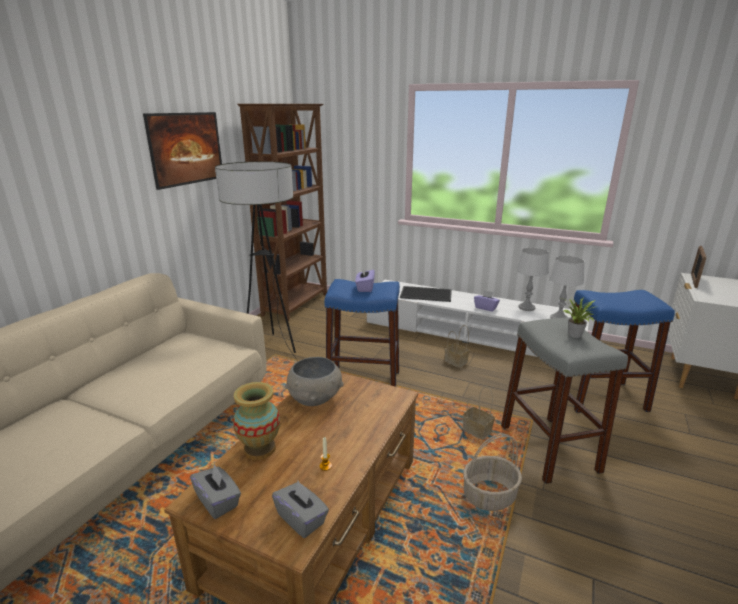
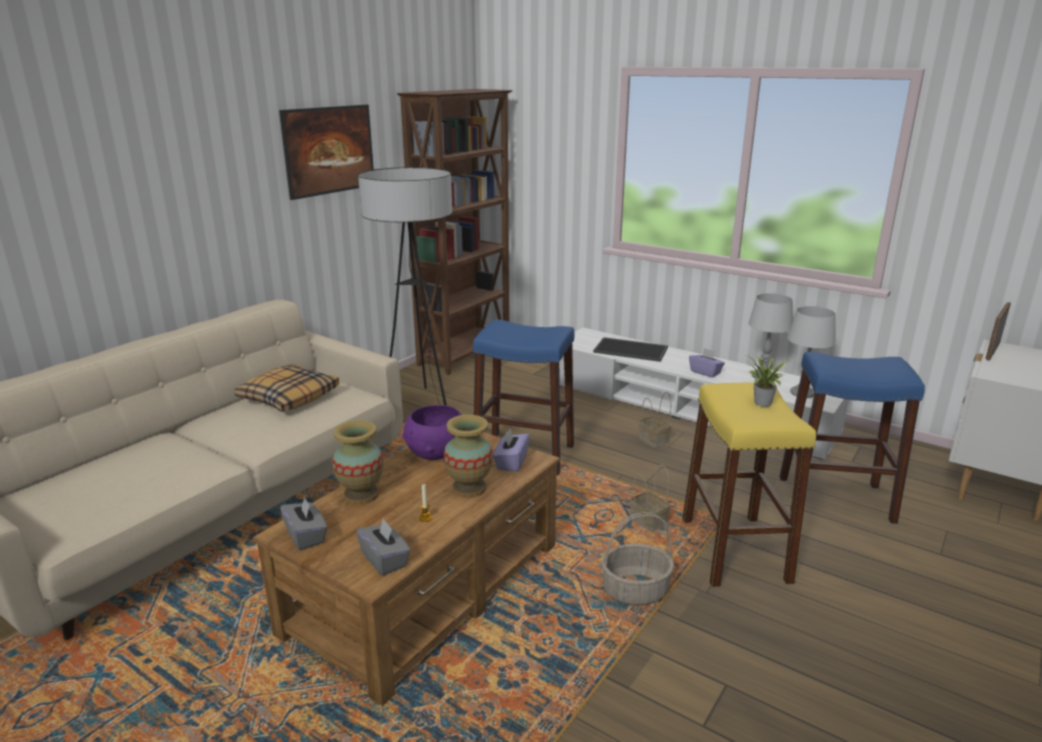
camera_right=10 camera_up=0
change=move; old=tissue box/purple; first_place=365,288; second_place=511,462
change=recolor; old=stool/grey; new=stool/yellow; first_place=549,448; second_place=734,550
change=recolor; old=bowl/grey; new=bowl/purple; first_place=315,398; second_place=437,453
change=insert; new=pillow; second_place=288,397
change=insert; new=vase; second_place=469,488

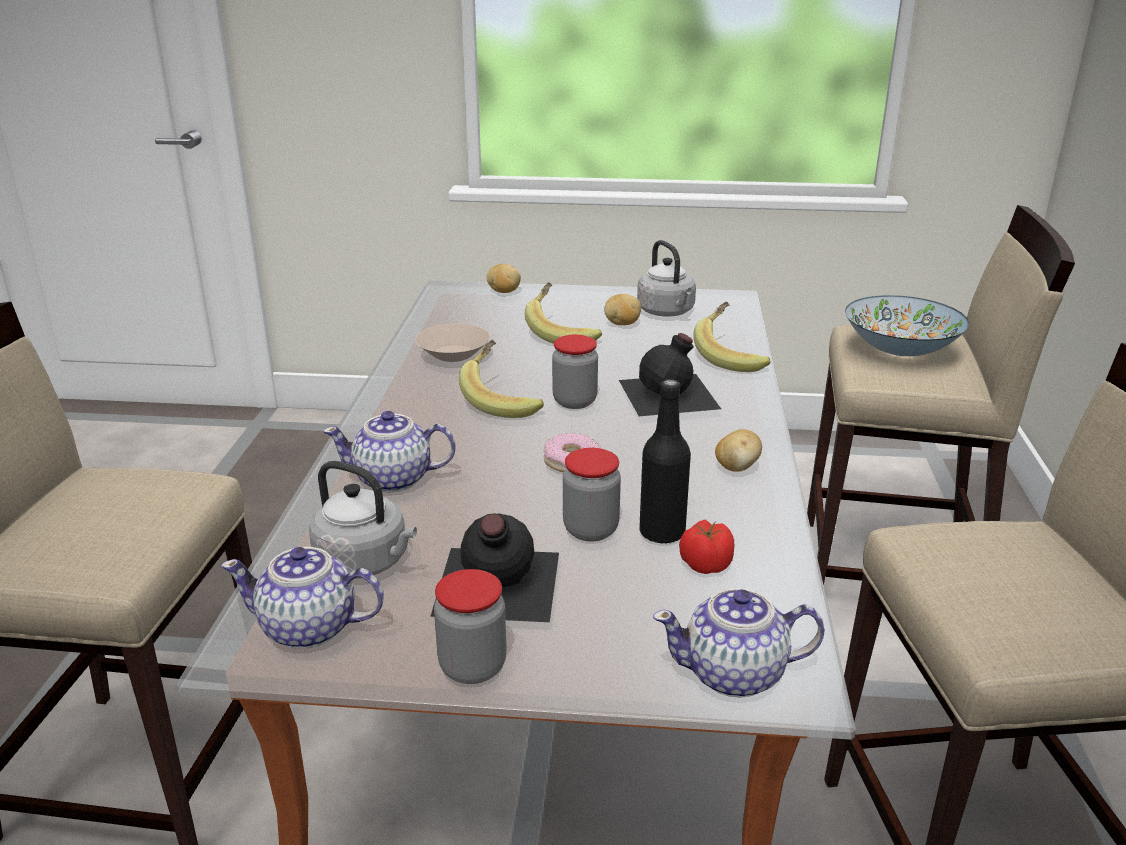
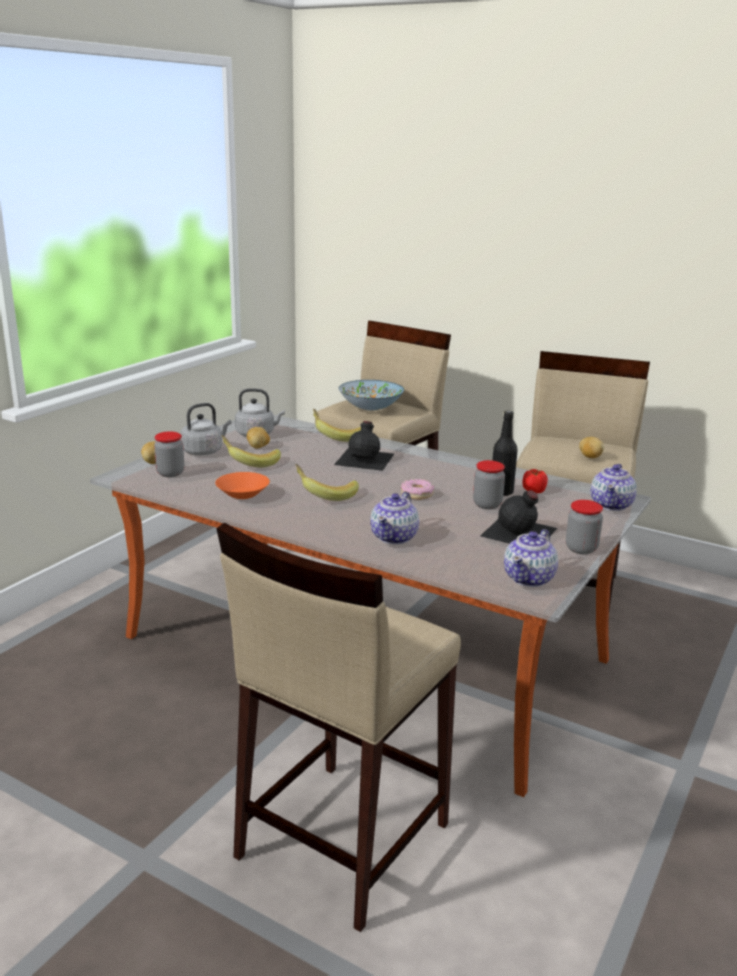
camera_right=-65 camera_up=-5
change=recolor; old=bowl/beige; new=bowl/orange; first_place=453,356; second_place=243,495
change=move; old=jar; first_place=574,401; second_place=170,473
change=move; old=potato; first_place=737,467; second_place=589,457
change=move; old=kettle/grey; first_place=366,563; second_place=204,451

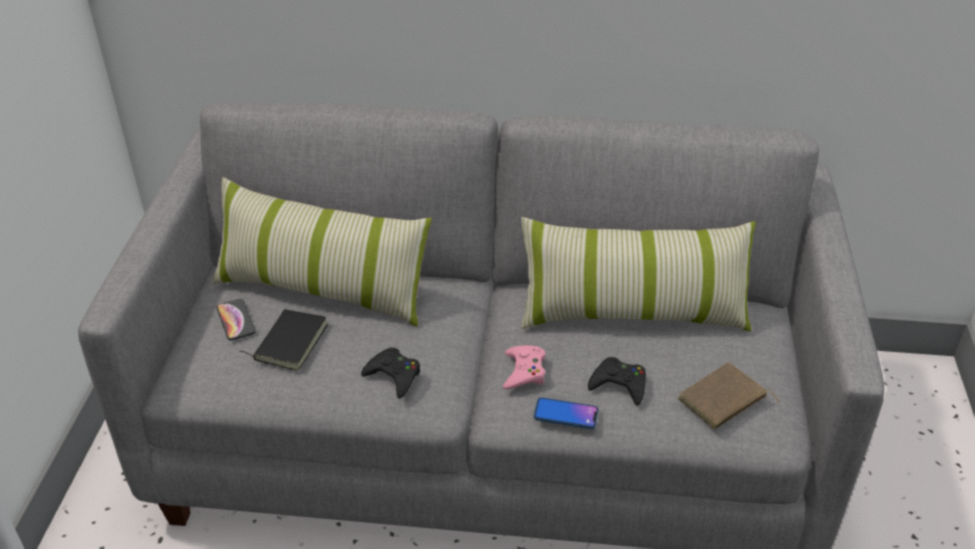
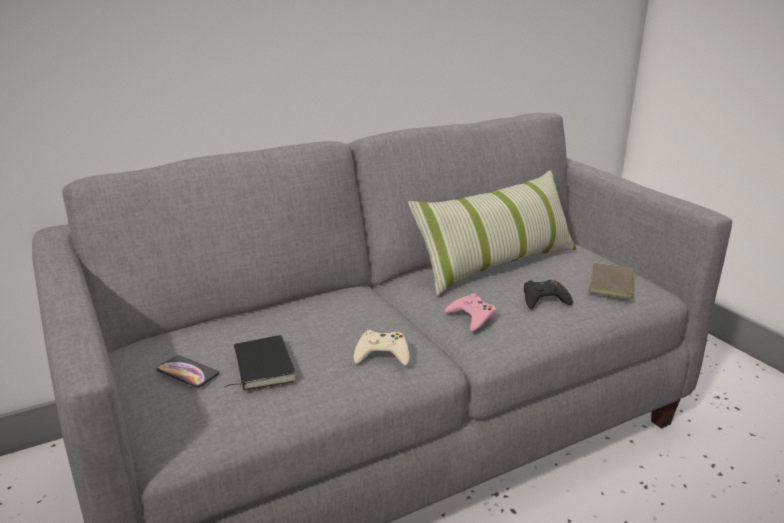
camera_right=-35 camera_up=-15
change=delete; old=pillow; first_place=322,289
change=recolor; old=game controller/black; new=game controller/beige; first_place=394,376; second_place=382,354
change=delete; old=phone; first_place=566,414

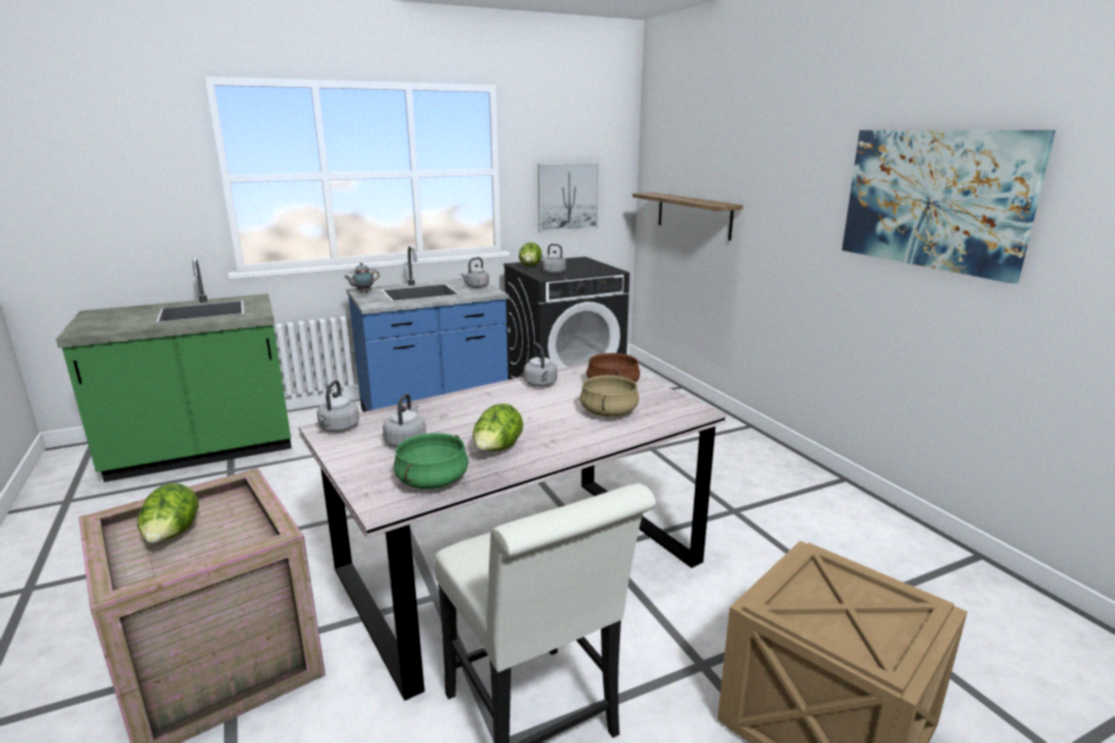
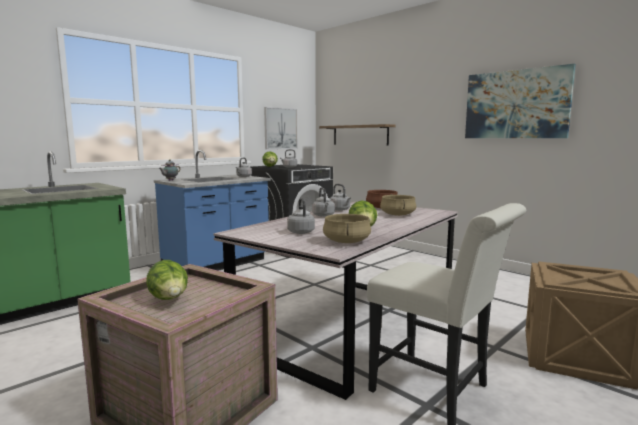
camera_right=-20 camera_up=-10
change=move; old=kettle/grey; first_place=338,428; second_place=323,215
change=recolor; old=cooking pot/green; new=cooking pot/beige; first_place=433,481; second_place=347,242

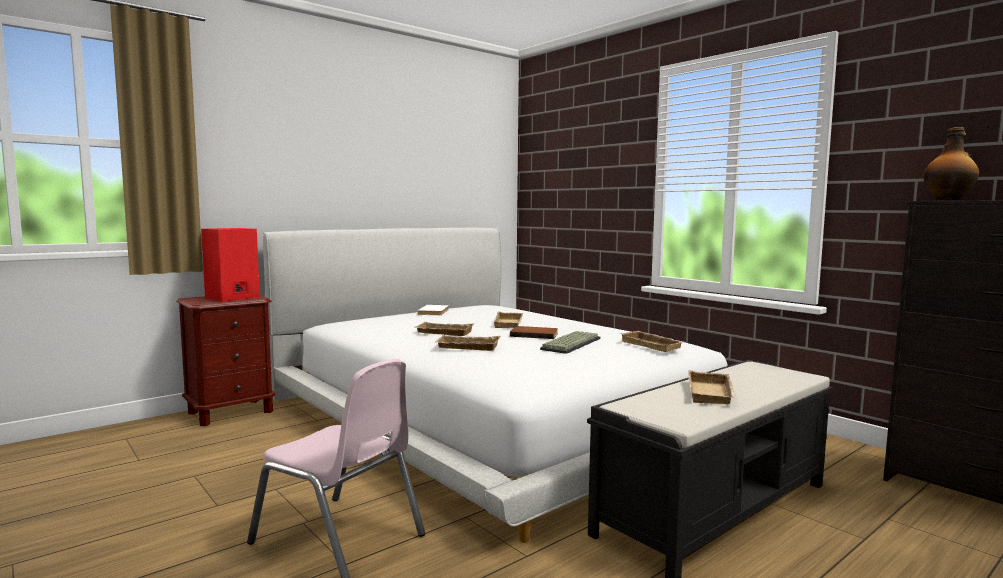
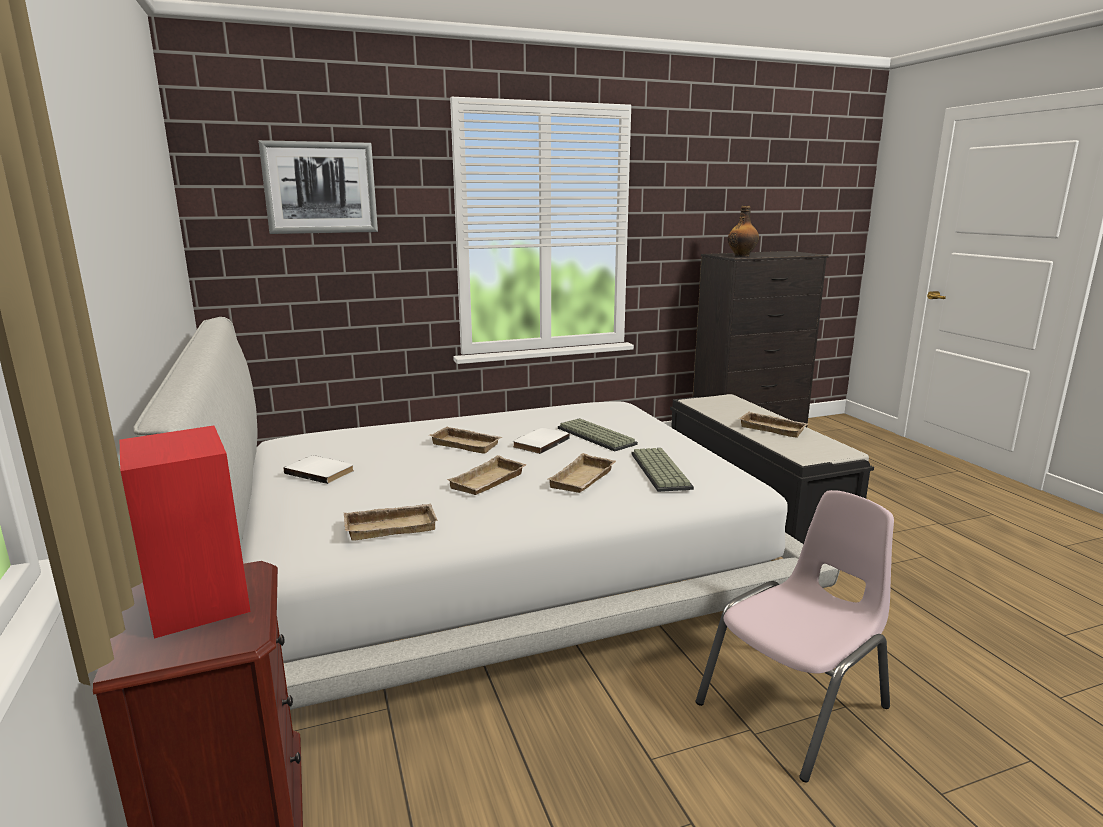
camera_right=-70 camera_up=10
change=recolor; old=book/brown; new=book/white; first_place=534,334; second_place=539,442
change=move; old=tray/beige; first_place=653,345; second_place=392,526
change=insert; new=picture; second_place=320,188
change=insert; new=keyboard; second_place=658,470

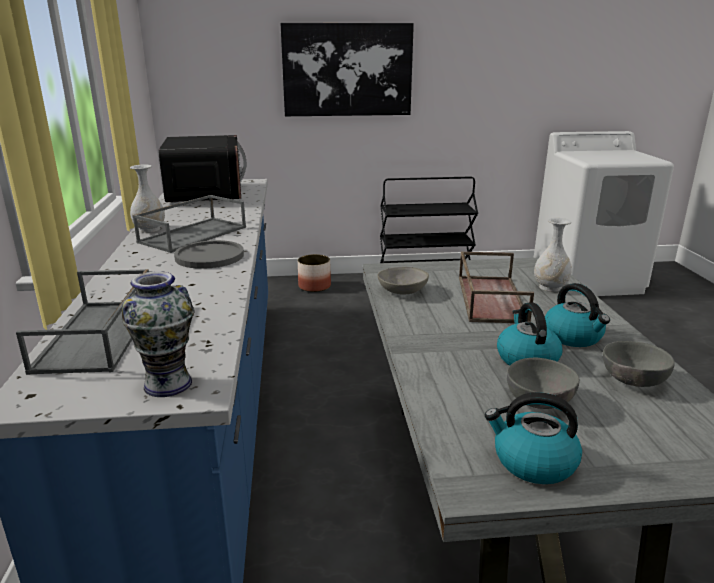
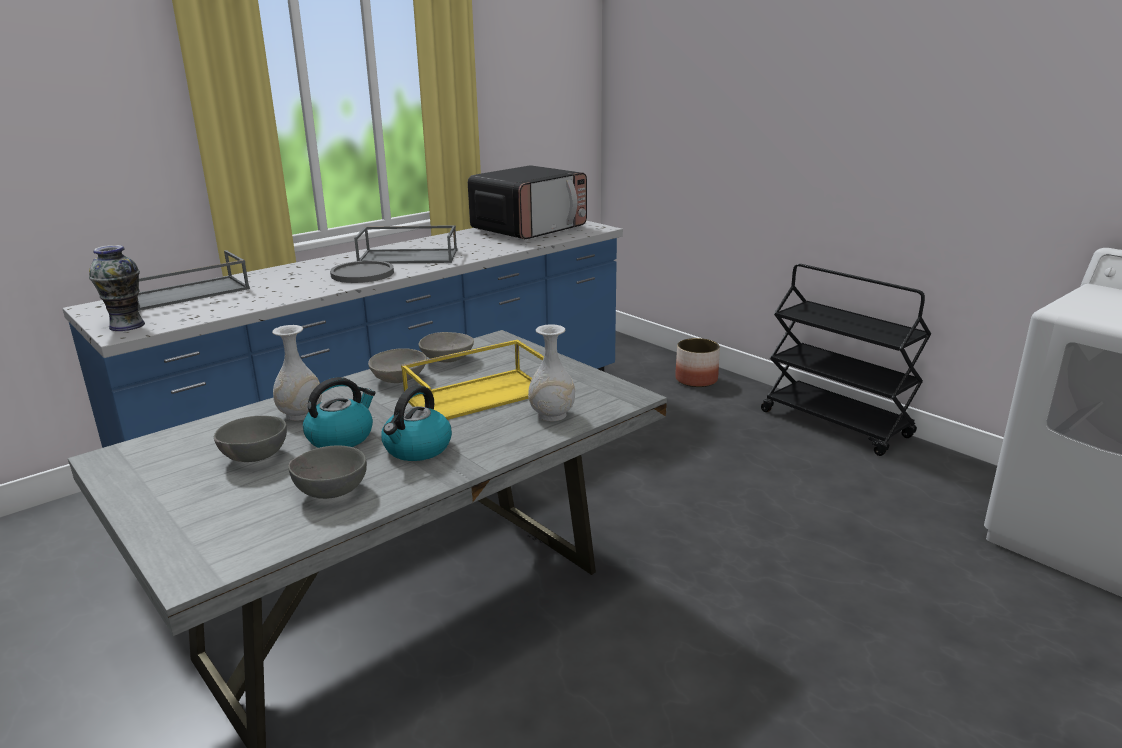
camera_right=55 camera_up=0
change=delete; old=picture; first_place=347,70
change=move; old=vase/white; first_place=150,229; second_place=301,414
change=recolor; old=tray/brown; new=tray/yellow; first_place=489,298; second_place=478,395
change=delete; old=kettle; first_place=533,462
change=insert; new=bowl/grey; second_place=400,379

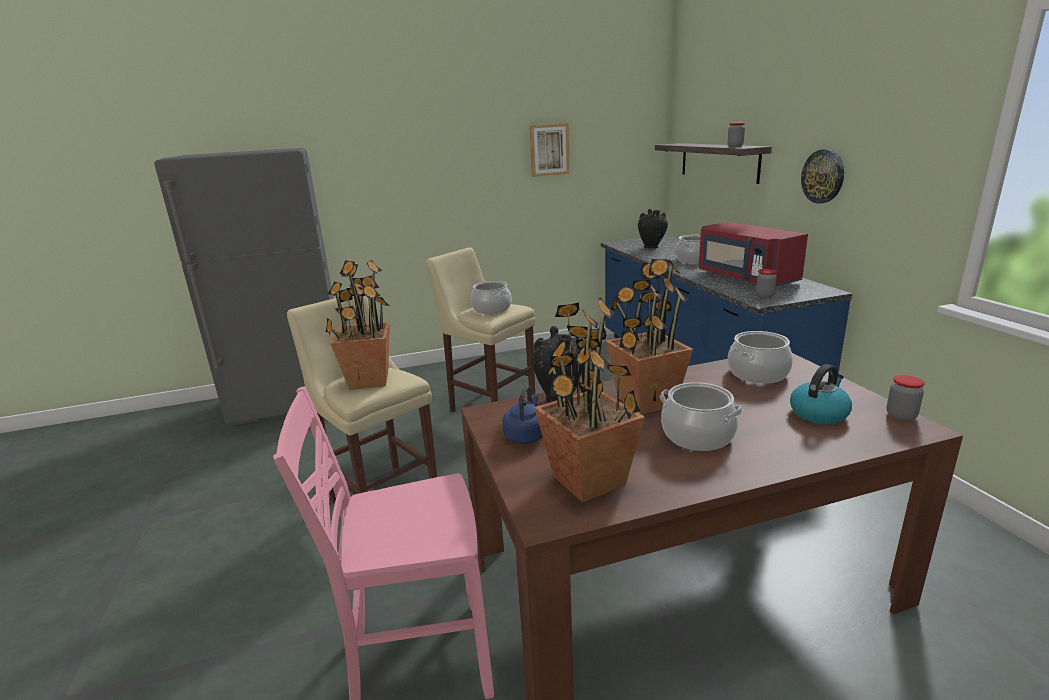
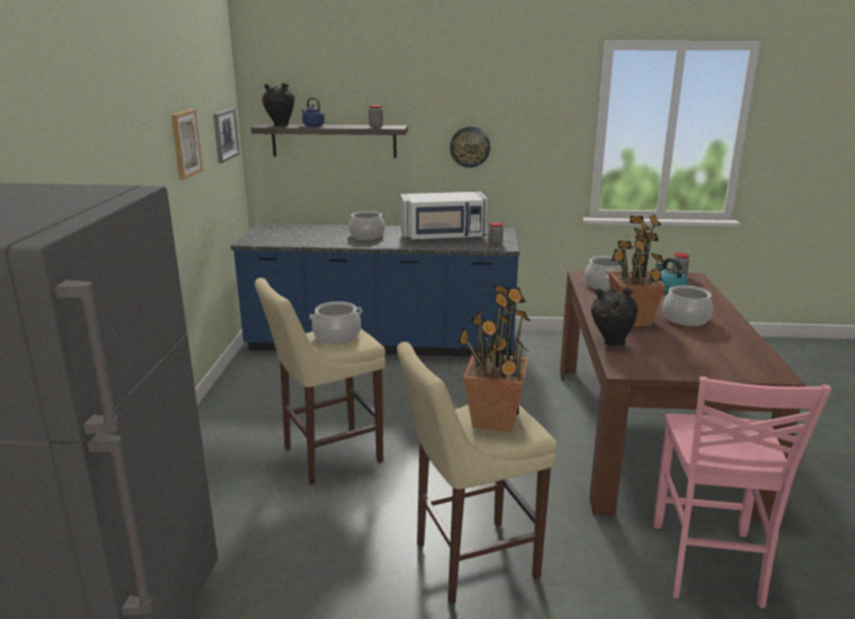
camera_right=-70 camera_up=0
change=move; old=vase/black; first_place=651,247; second_place=280,125
change=recolor; old=microwave/red; new=microwave/white; first_place=745,278; second_place=443,237
change=delete; old=potted plant; first_place=588,481
change=move; old=kettle/blue; first_place=526,435; second_place=312,125
change=insert; new=picture; second_place=225,135

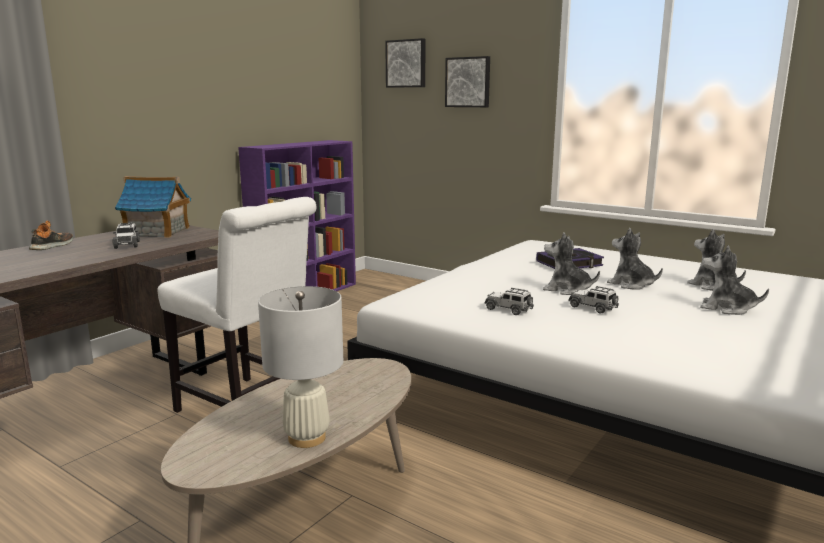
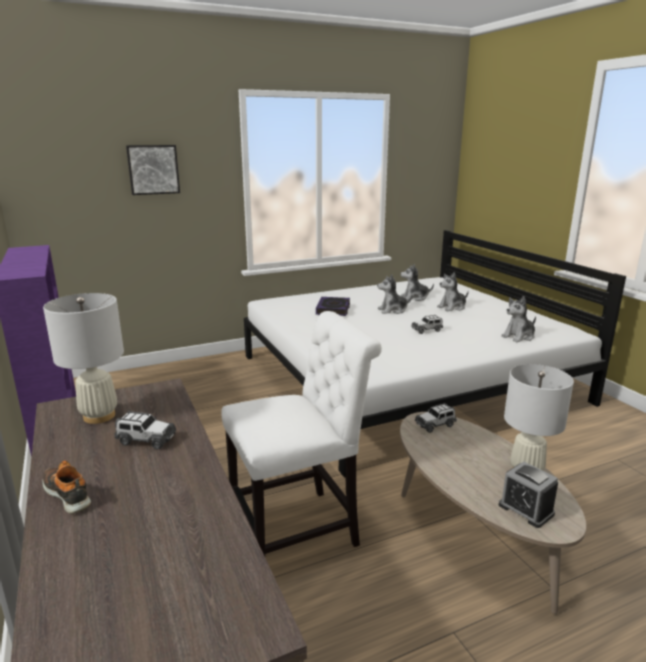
camera_right=-60 camera_up=5
change=delete; old=picture; first_place=406,63
change=replace; old=toy house; new=table lamp/white; first_place=157,232; second_place=99,416
change=move; old=plush toy; first_place=566,290; second_place=519,337
change=move; old=toy car; first_place=508,309; second_place=435,425
change=insert; new=alarm clock; second_place=526,509

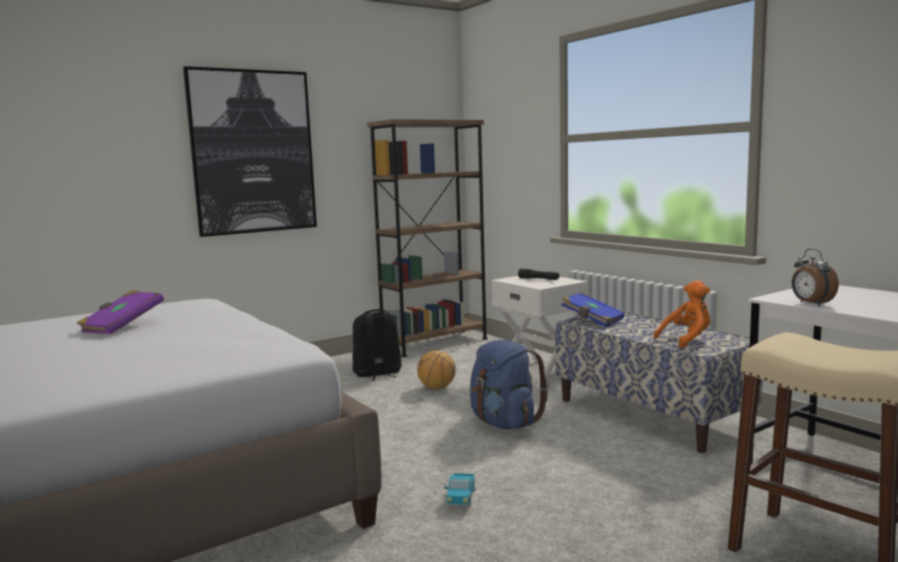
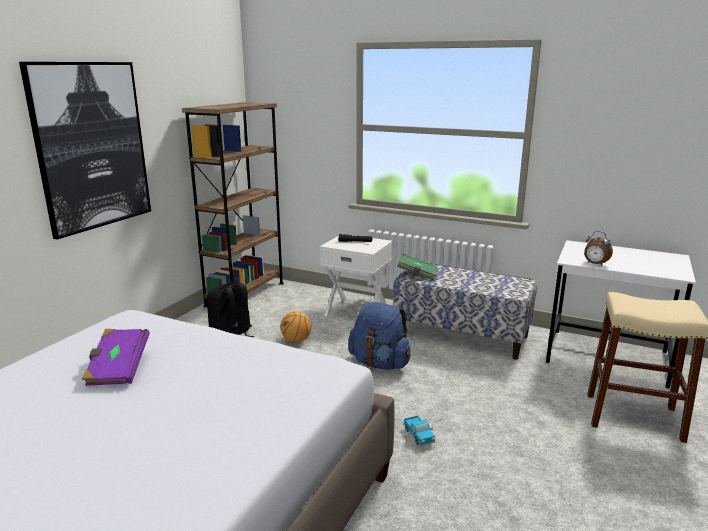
camera_right=-30 camera_up=10
change=delete; old=plush toy/orange; first_place=687,340
change=recolor; old=book/blue; new=book/green; first_place=592,320; second_place=417,275

